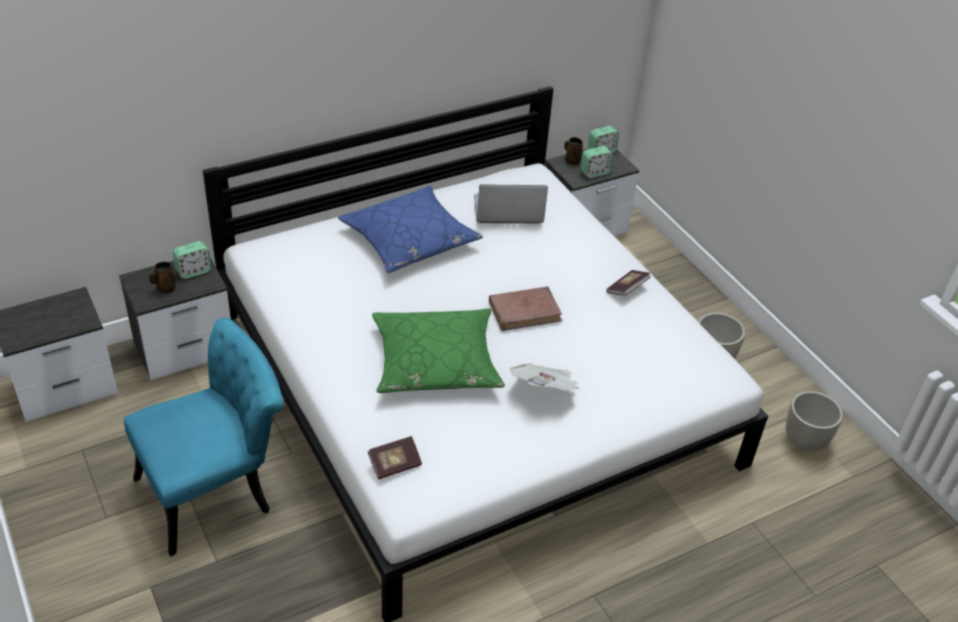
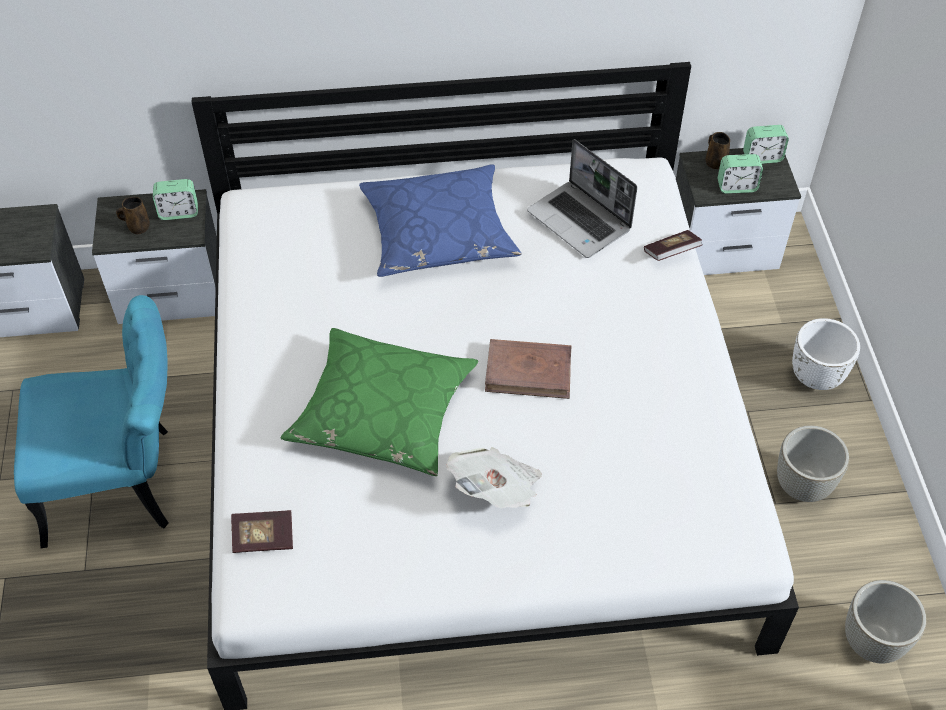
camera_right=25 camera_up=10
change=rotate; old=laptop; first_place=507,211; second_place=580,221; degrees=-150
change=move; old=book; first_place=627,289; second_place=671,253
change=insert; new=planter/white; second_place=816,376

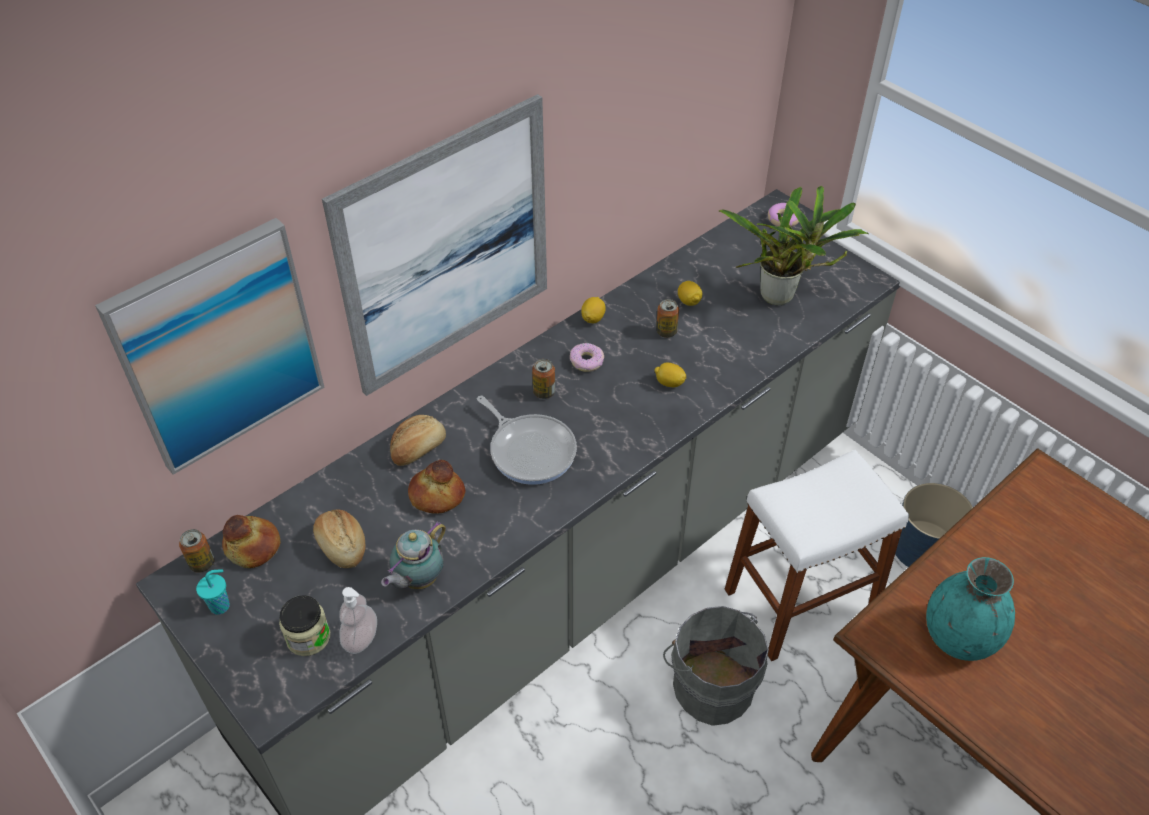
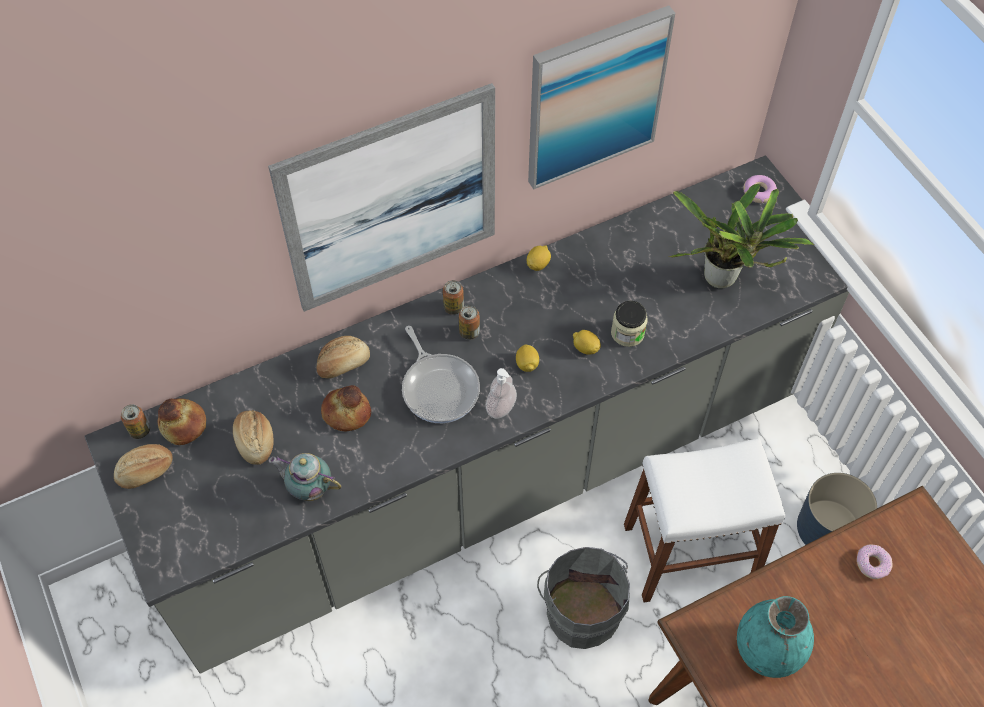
camera_right=15 camera_up=10
change=move; old=picture; first_place=218,346; second_place=595,97
change=move; old=lemon; first_place=689,301; second_place=527,364
change=move; old=can; first_place=666,332; second_place=453,307
change=move; old=donut; first_place=586,361; second_place=872,564
change=rotate; old=teapot; first_place=418,580; second_place=309,488; degrees=60
change=replace; old=cup/turquoise; new=bread; first_place=221,605; second_place=146,472
change=move; old=soap dispenser; first_place=361,638; second_place=501,407
change=move; old=jar; first_place=308,637; second_place=627,333

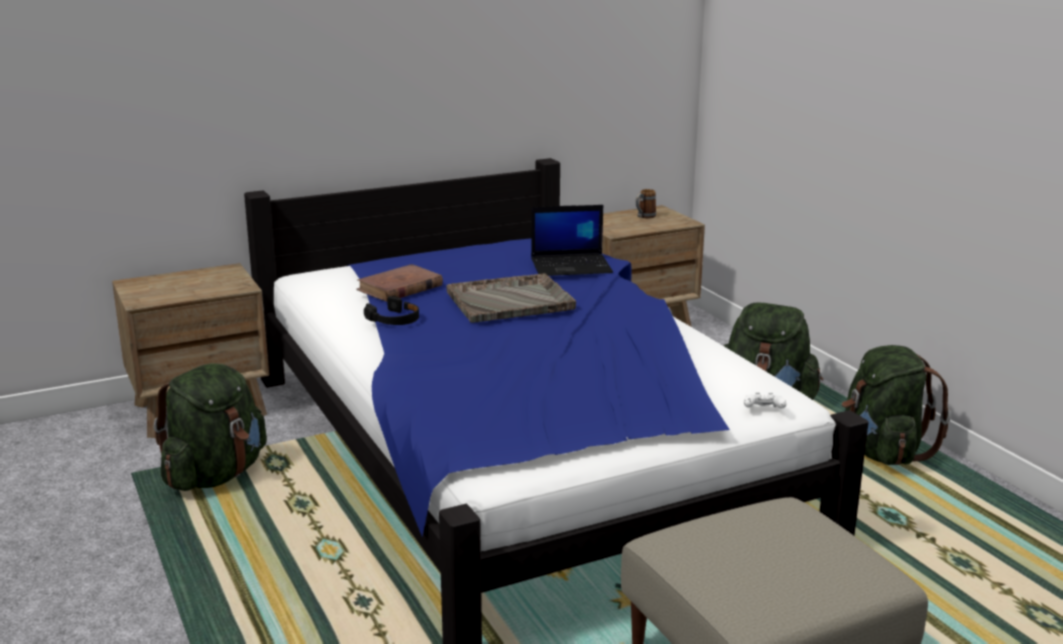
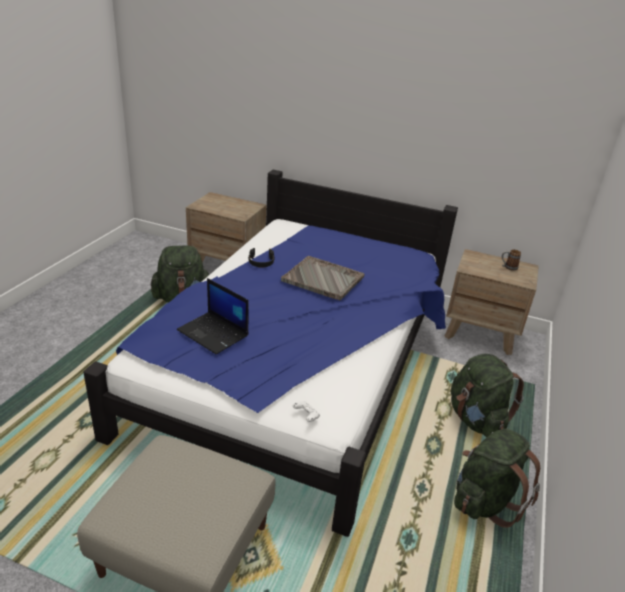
camera_right=45 camera_up=10
change=move; old=laptop; first_place=572,266; second_place=214,333
change=delete; old=book/brown; first_place=399,288

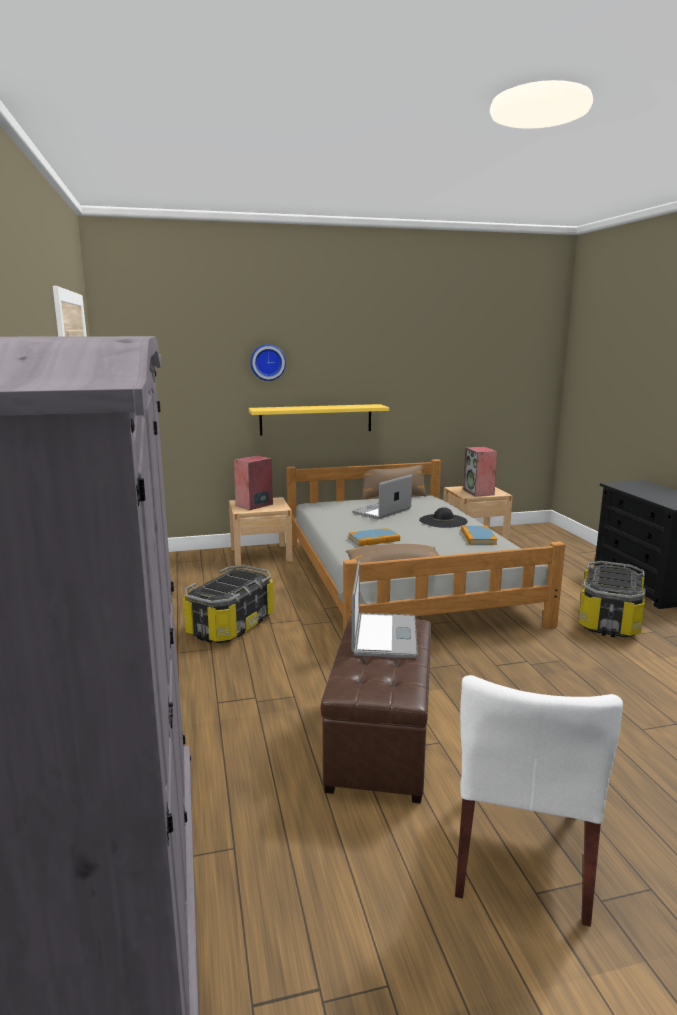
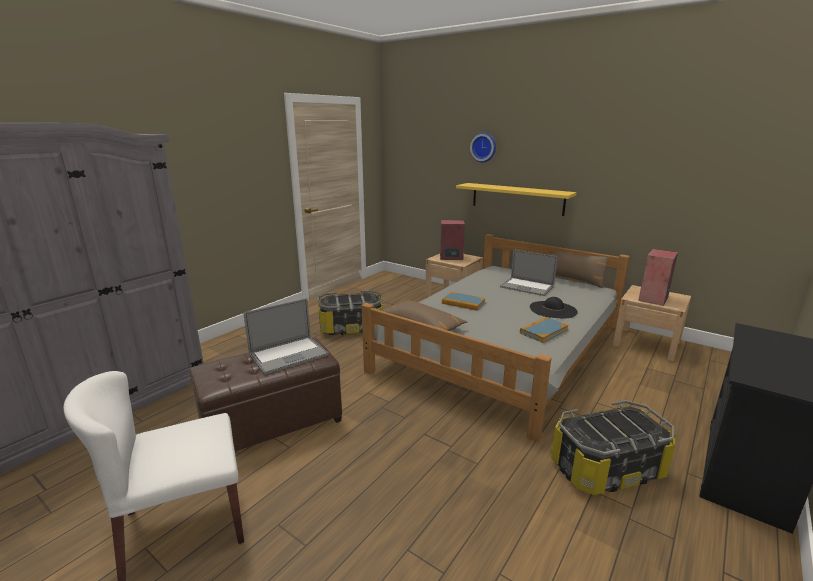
camera_right=50 camera_up=5
change=rotate; old=laptop; first_place=382,511; second_place=526,287; degrees=-150

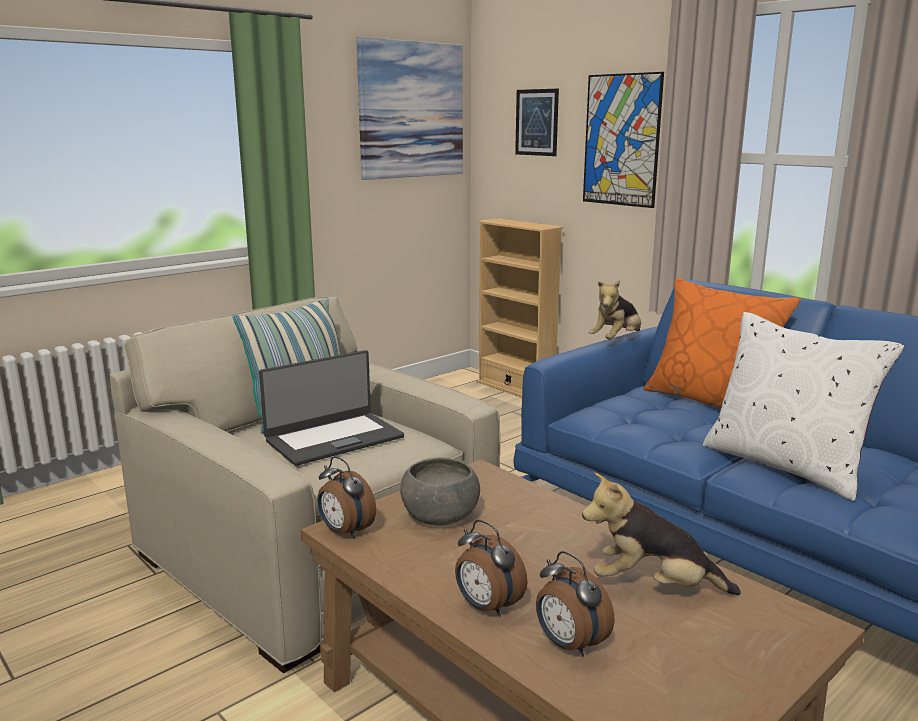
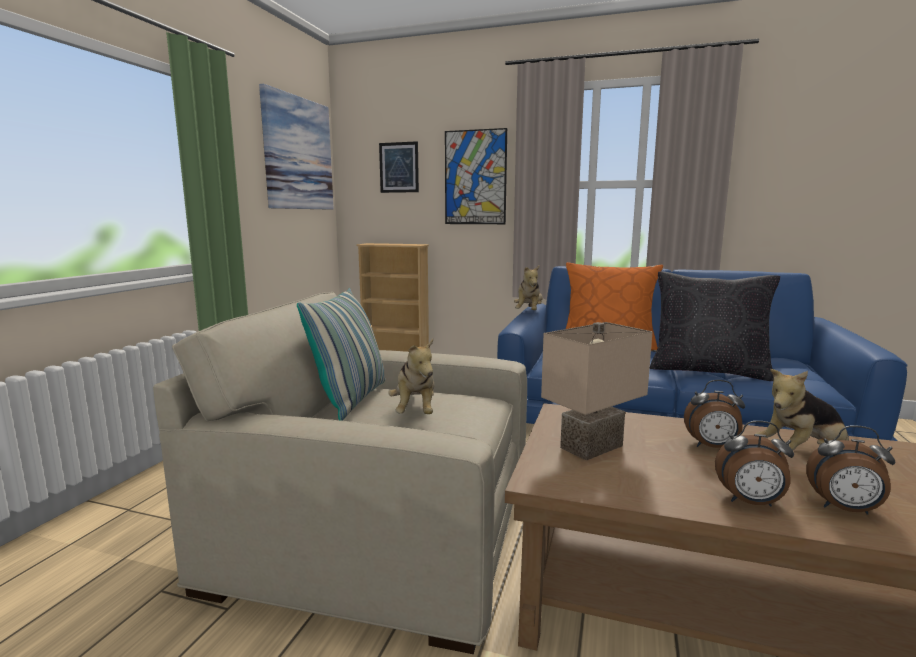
camera_right=-30 camera_up=-5
change=recolor; old=pillow/white; new=pillow/black; first_place=785,465; second_place=708,370
change=replace; old=laptop; new=plush toy; first_place=333,438; second_place=415,411
change=move; old=alarm clock; first_place=345,532; second_place=712,447
change=replace; old=bowl/grey; new=table lamp/beige; first_place=440,516; second_place=593,448

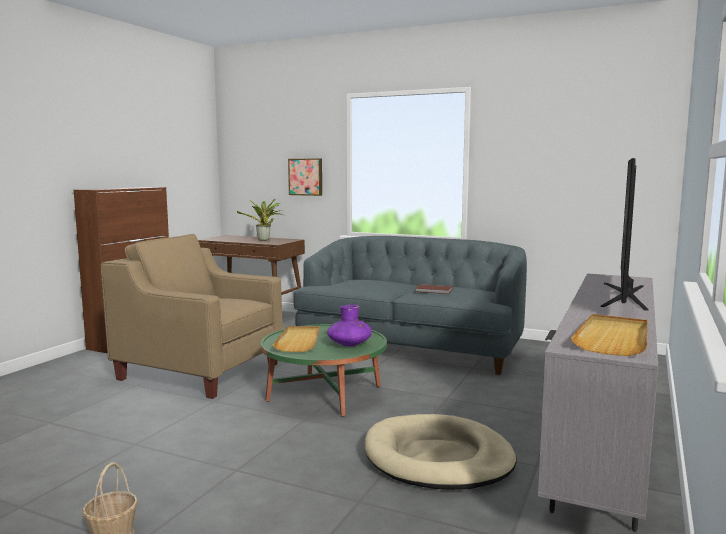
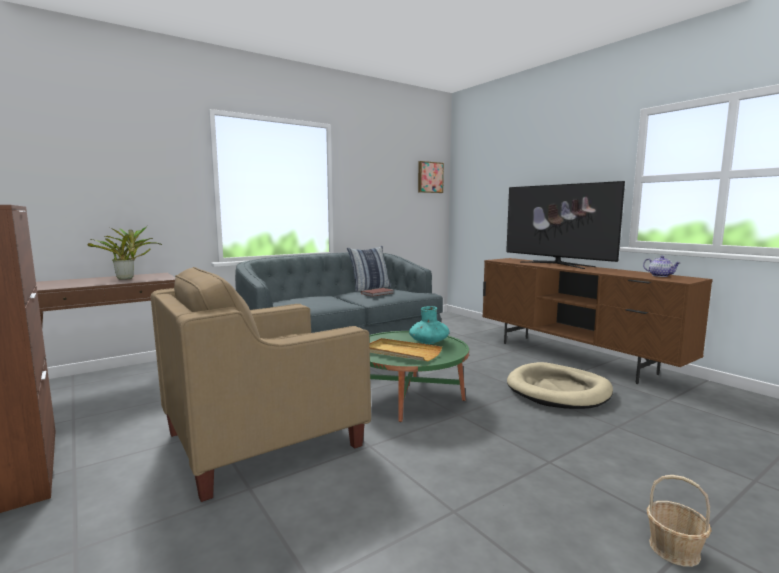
camera_right=-60 camera_up=0
change=move; old=picture; first_place=306,177; second_place=429,177
change=recolor; old=tv stand/grey; new=tv stand/brown; first_place=601,457; second_place=574,358
change=recolor; old=vase/purple; new=vase/turquoise; first_place=349,344; second_place=428,342
change=replace; old=tray/beige; new=teapot; first_place=613,338; second_place=660,276
change=insert; new=pillow; second_place=370,288

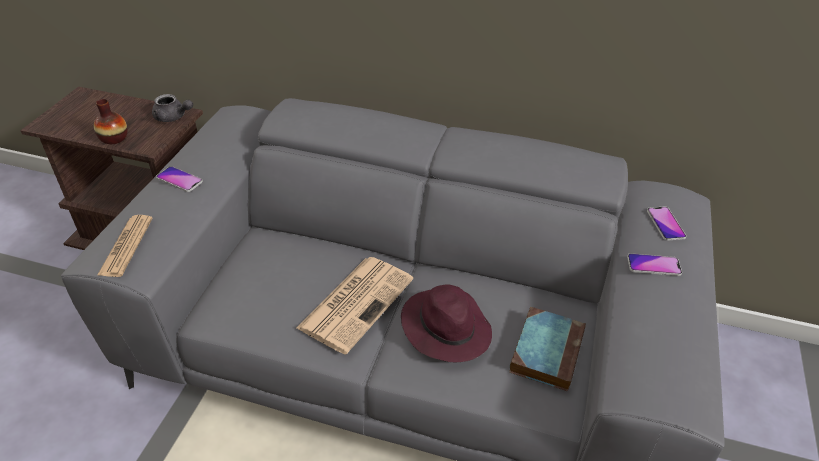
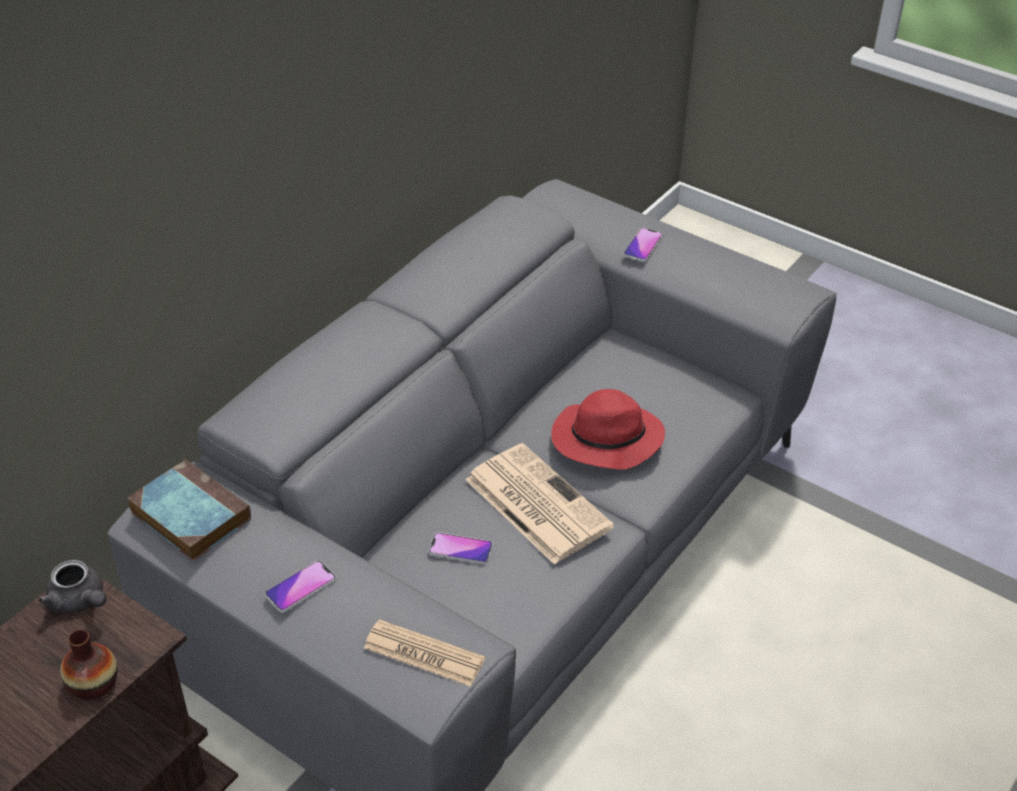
camera_right=-70 camera_up=0
change=rotate; old=teapot/grey; first_place=173,117; second_place=80,601; degrees=90
change=move; old=phone; first_place=665,224; second_place=460,549
change=recolor; old=hat/purple; new=hat/red; first_place=445,327; second_place=605,440
change=move; old=book; first_place=546,350; second_place=188,515

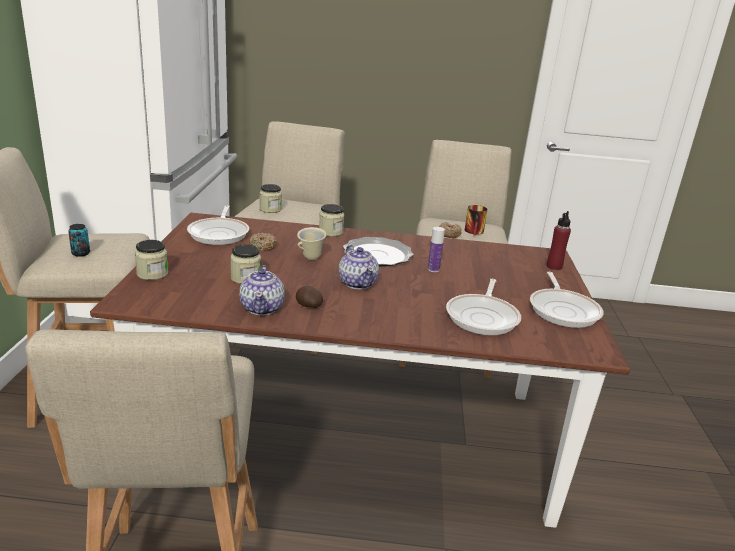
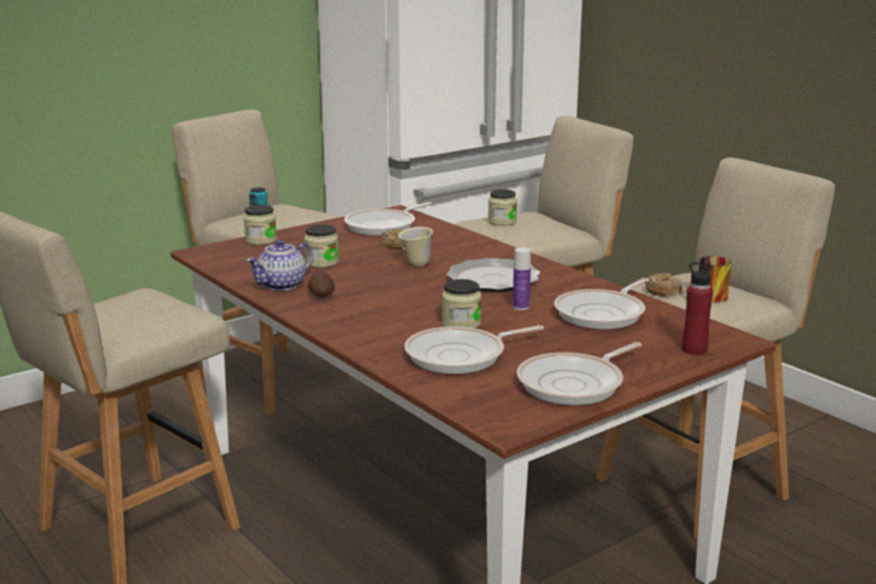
camera_right=50 camera_up=-5
change=move; old=jar; first_place=330,232; second_place=461,324
change=delete; old=teapot; first_place=357,283
change=insert; new=frying pan; second_place=603,314

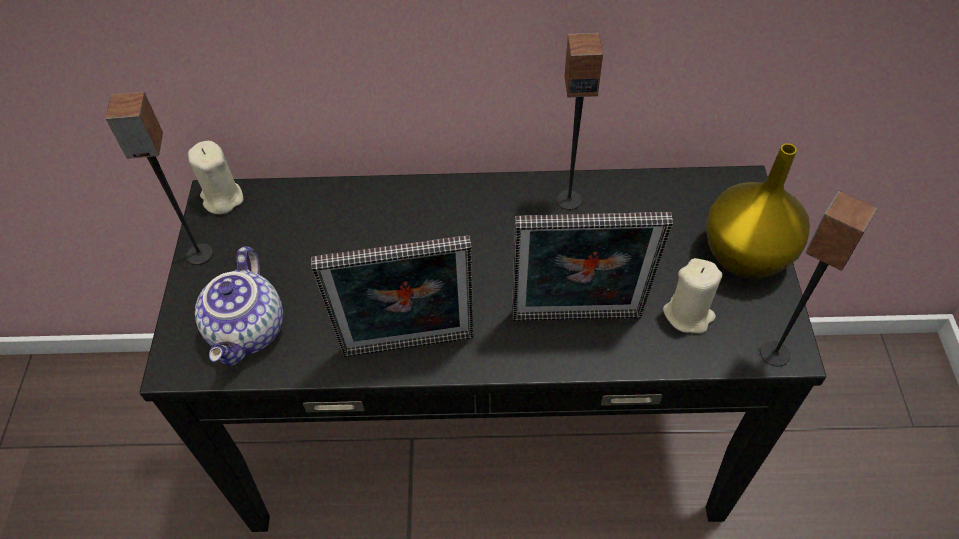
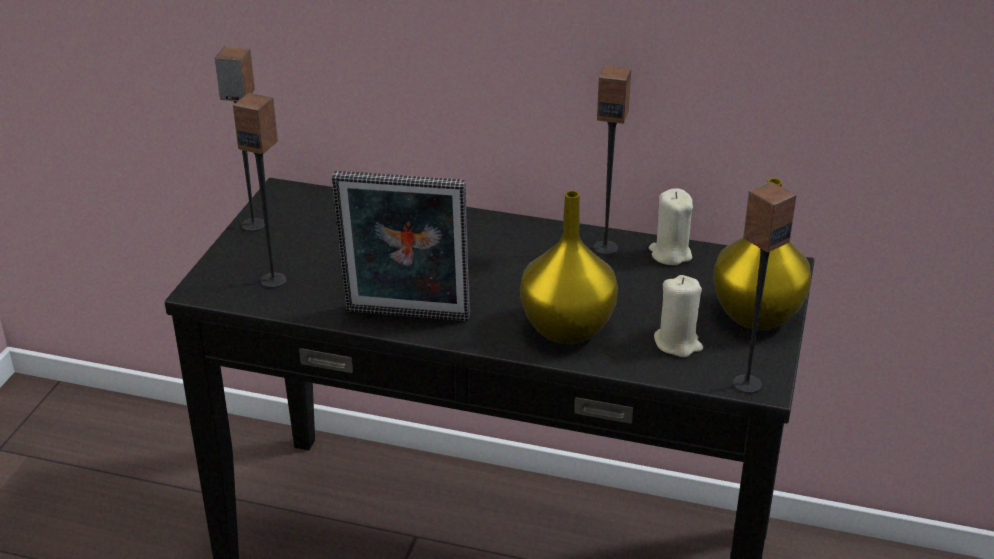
camera_right=15 camera_up=-20
change=move; old=candle/beige; first_place=222,198; second_place=670,254
change=replace; old=picture frame; new=vase/yellow; first_place=577,321; second_place=569,328
change=replace; old=teapot; new=speaker; first_place=249,331; second_place=273,280

